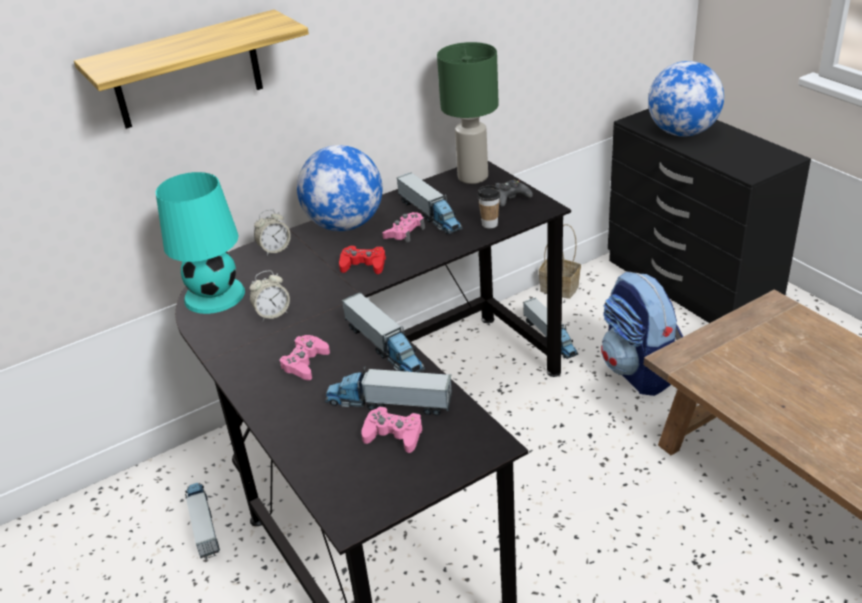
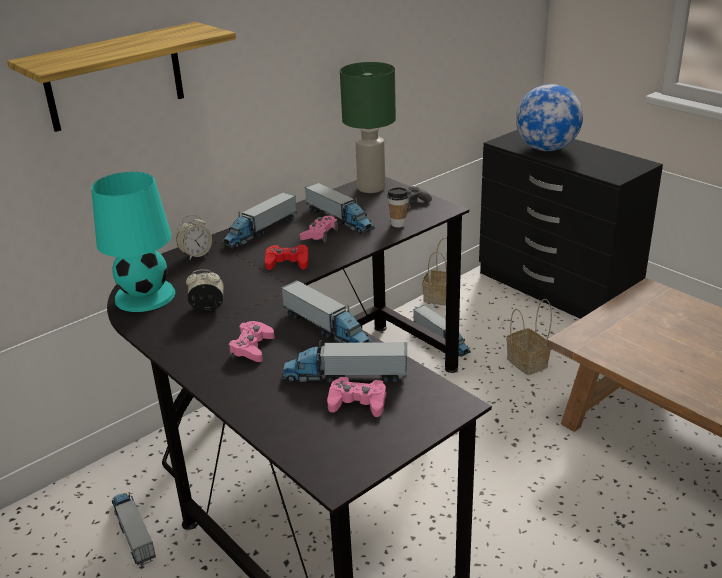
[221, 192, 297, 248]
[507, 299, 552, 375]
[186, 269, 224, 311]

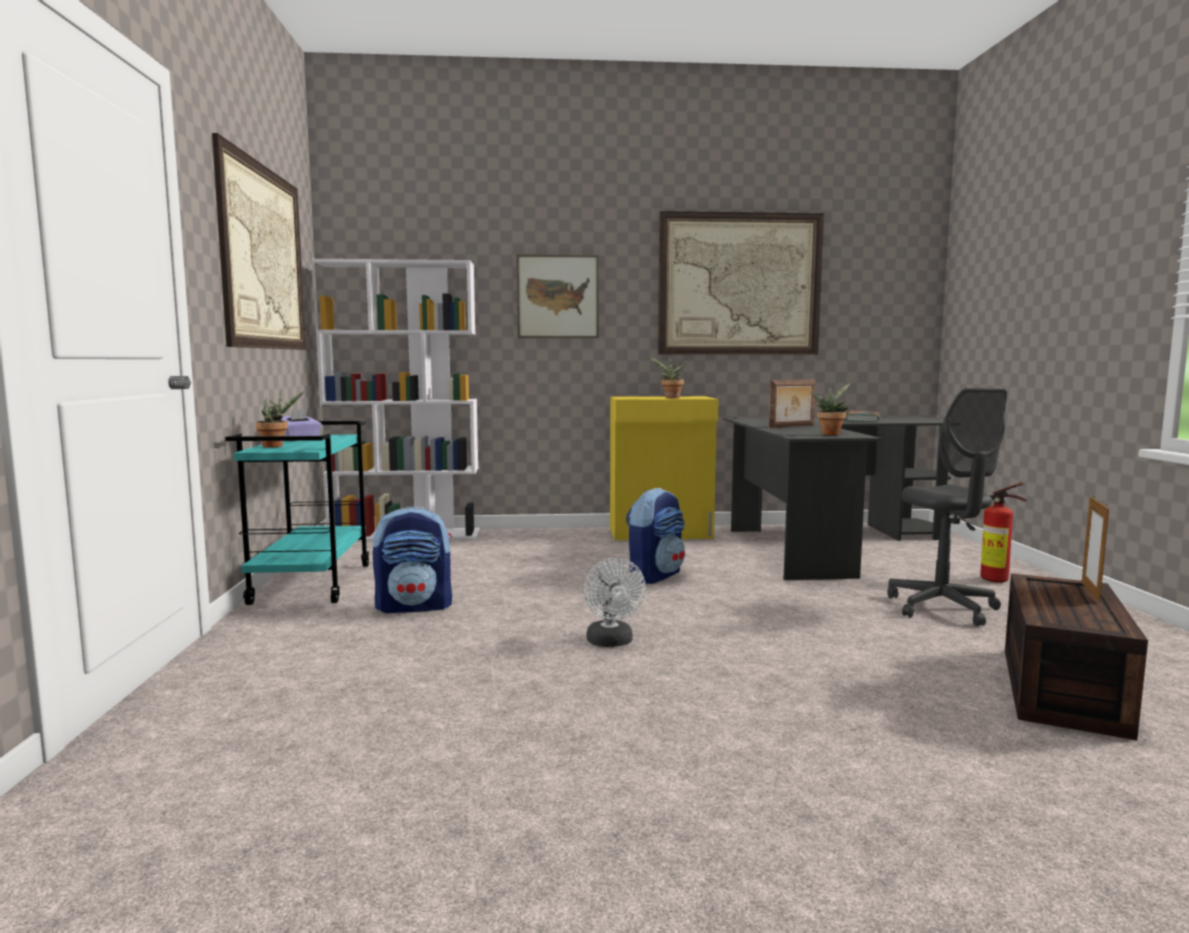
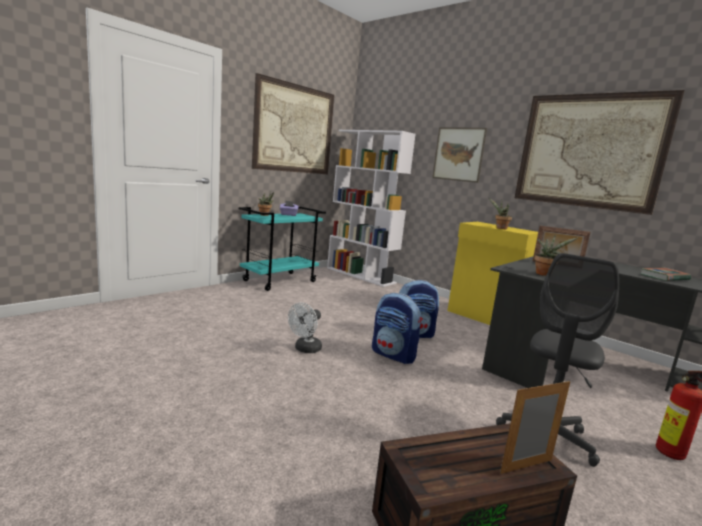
[372, 293, 423, 364]

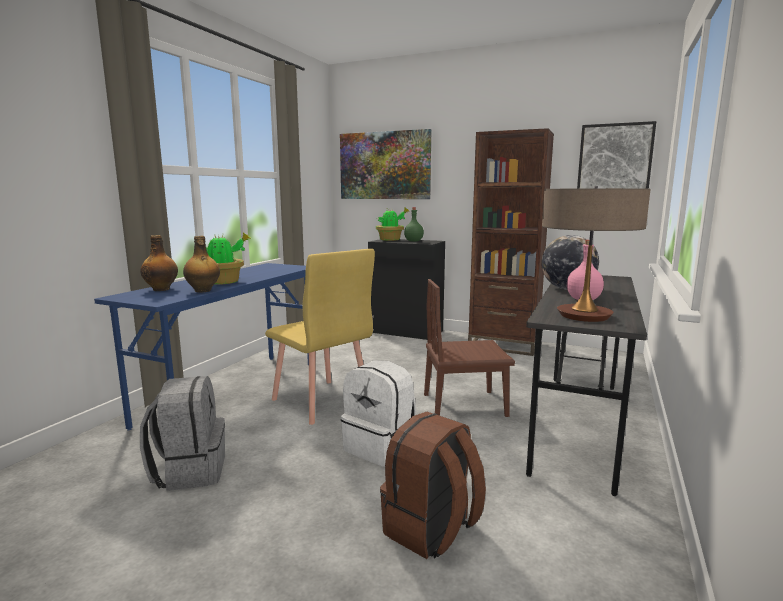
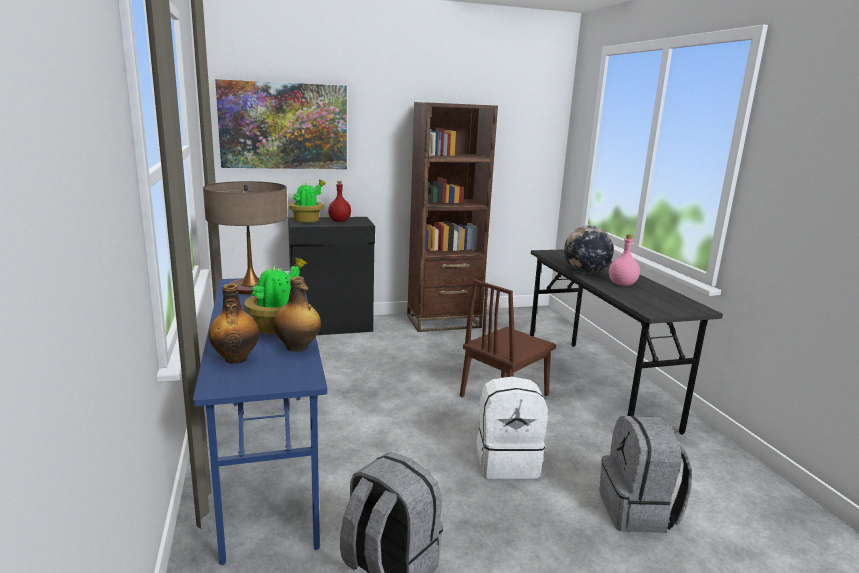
[265, 249, 375, 425] (first image)
[577, 121, 656, 189] (first image)
[203, 181, 288, 295]
[599, 416, 692, 533]
[328, 181, 351, 222]

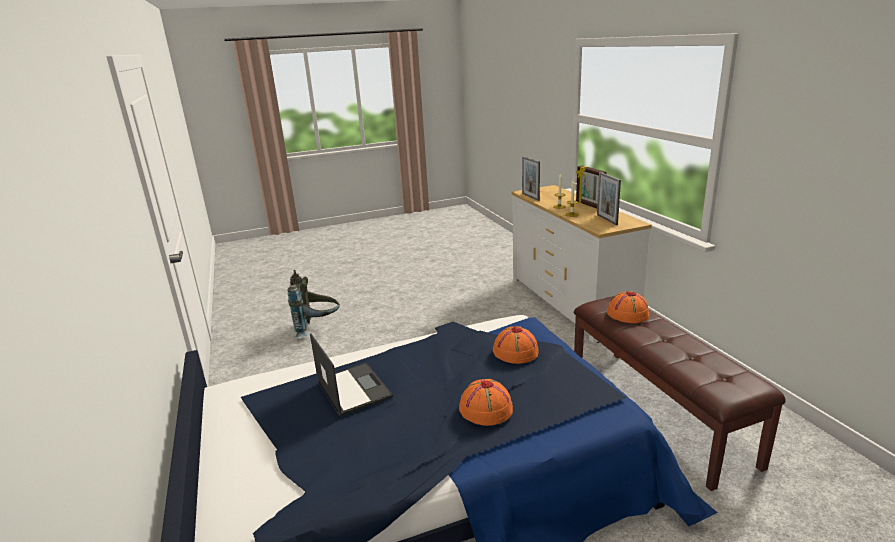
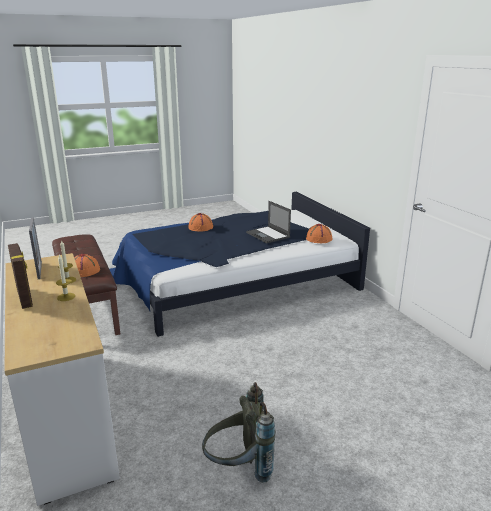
[522, 156, 540, 201] (first image)
[202, 382, 276, 483]
[306, 224, 332, 243]

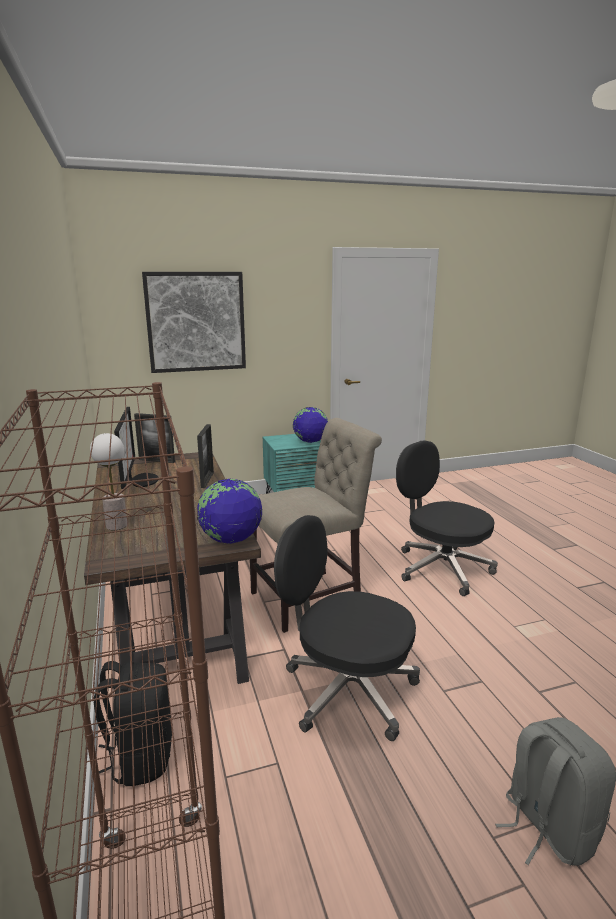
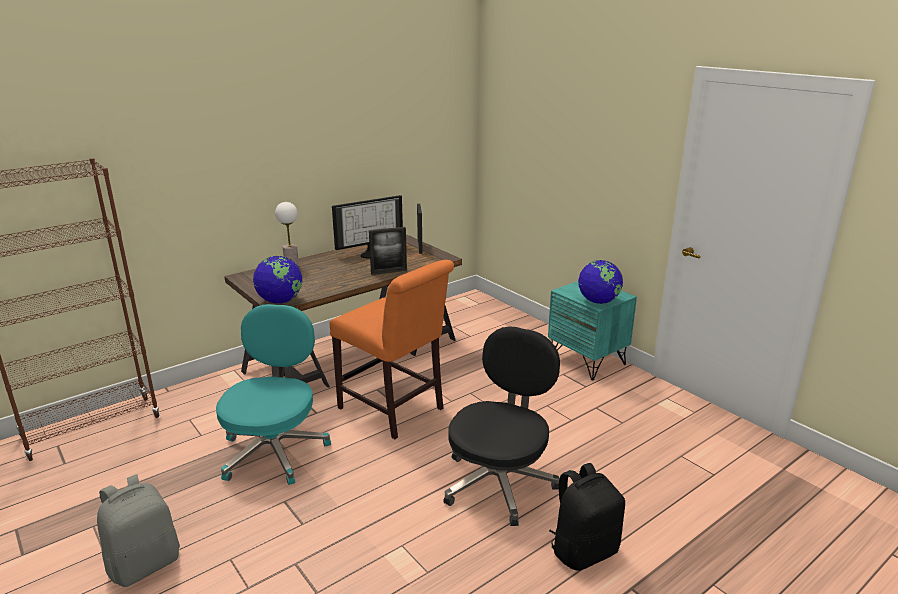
[142, 272, 246, 373] (first image)
[549, 463, 625, 571]
[329, 260, 454, 439]
[216, 304, 331, 485]

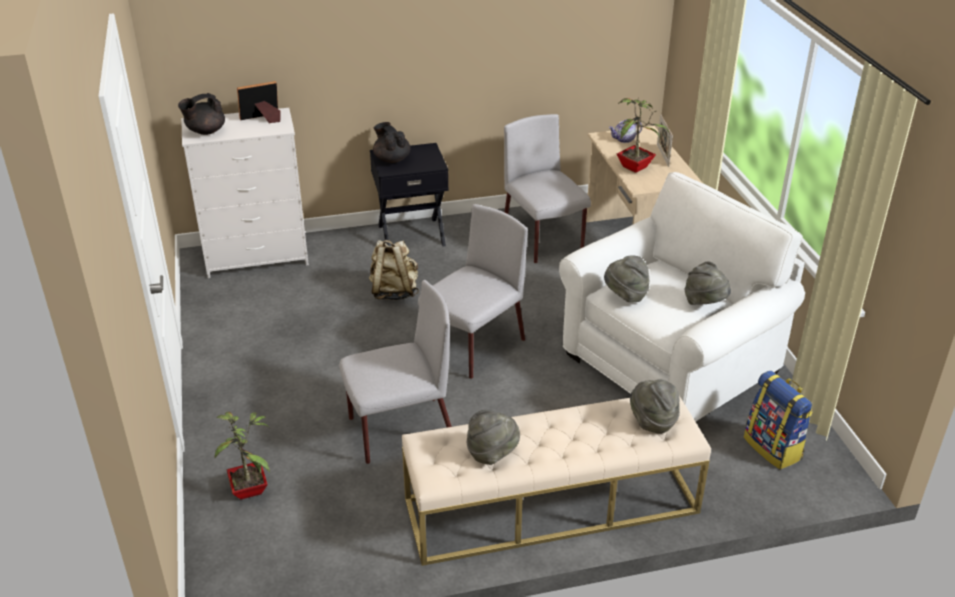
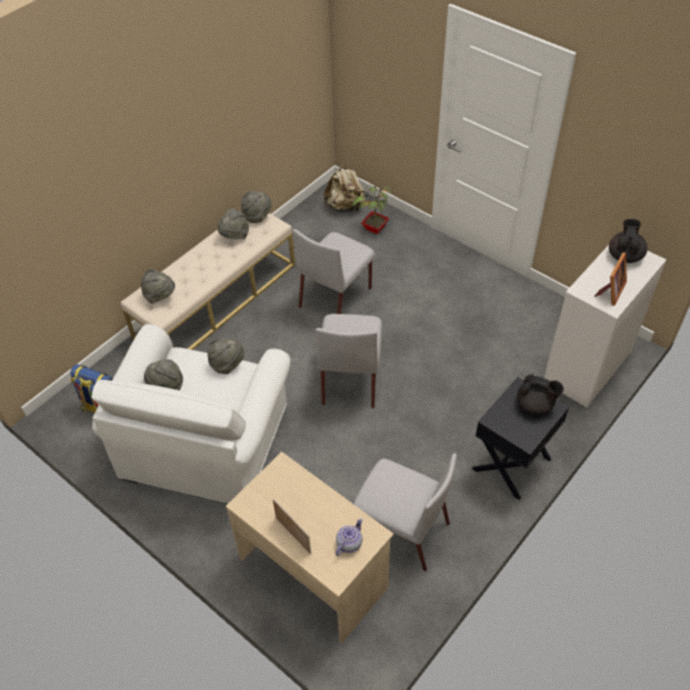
[617, 98, 670, 173] (first image)
[241, 191, 272, 223]
[324, 164, 365, 212]

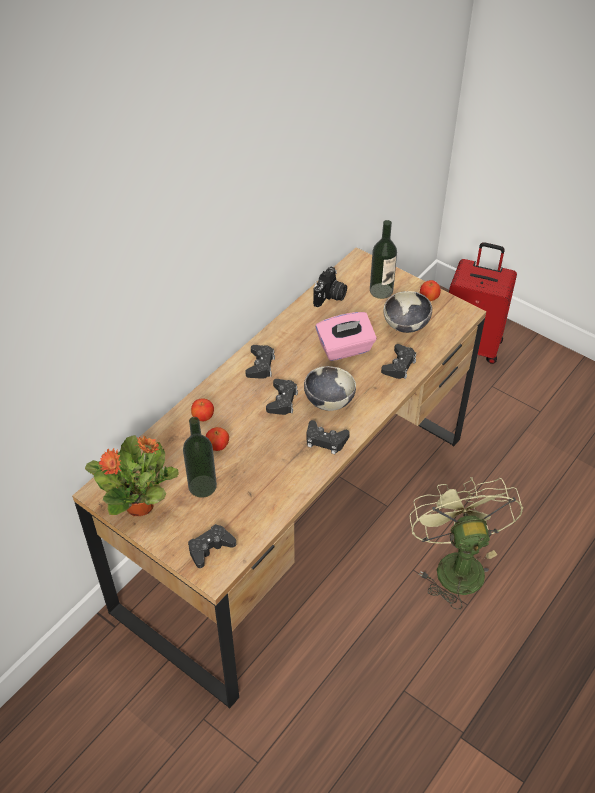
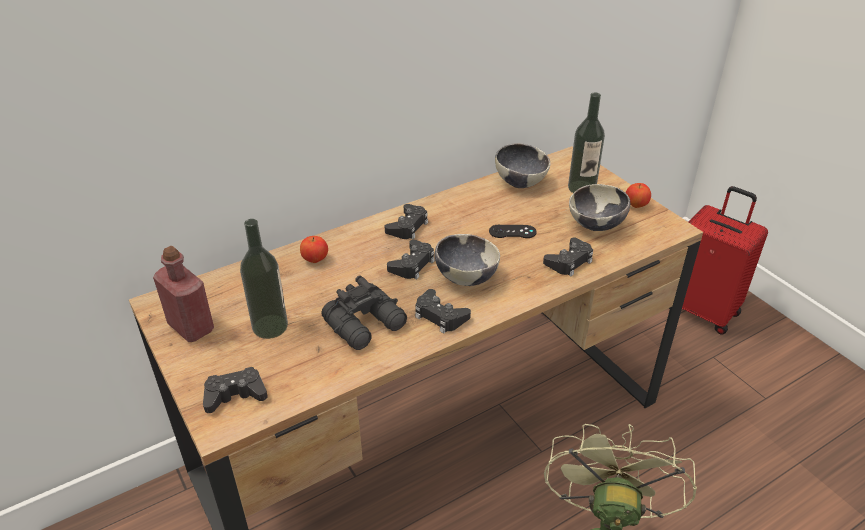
[206, 427, 229, 451] (first image)
[321, 275, 407, 350]
[153, 246, 214, 342]
[495, 143, 550, 188]
[489, 225, 537, 238]

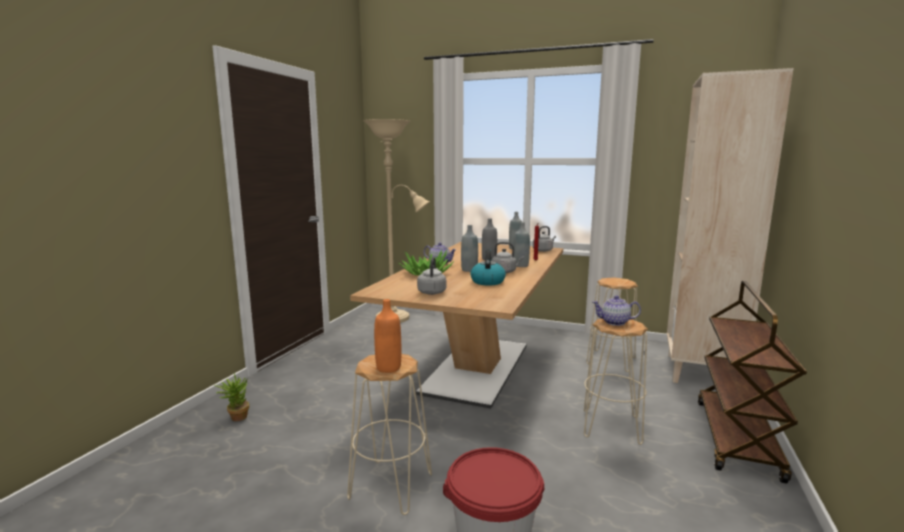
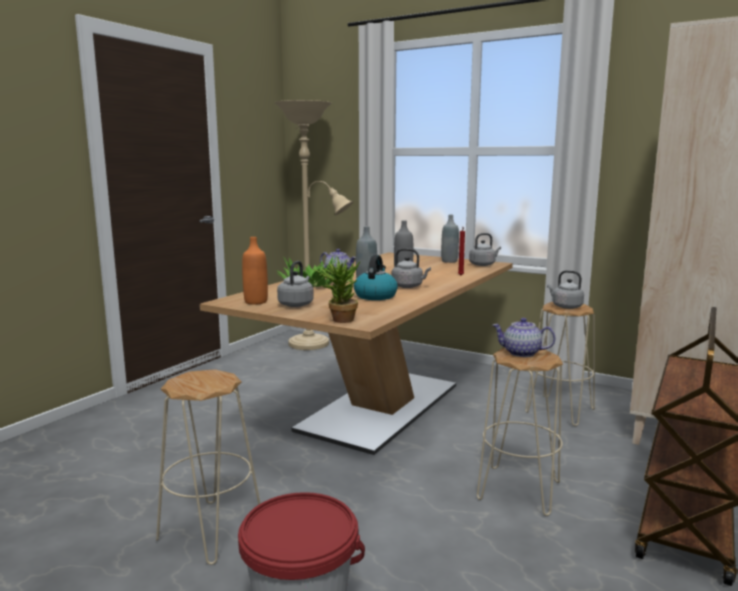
[514, 222, 530, 267] (first image)
[547, 270, 584, 309]
[313, 256, 360, 323]
[242, 237, 268, 305]

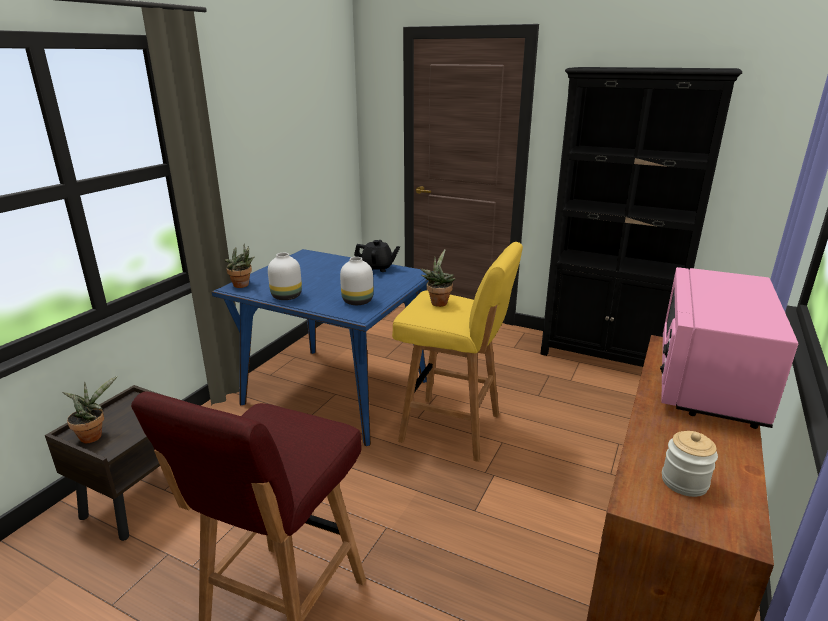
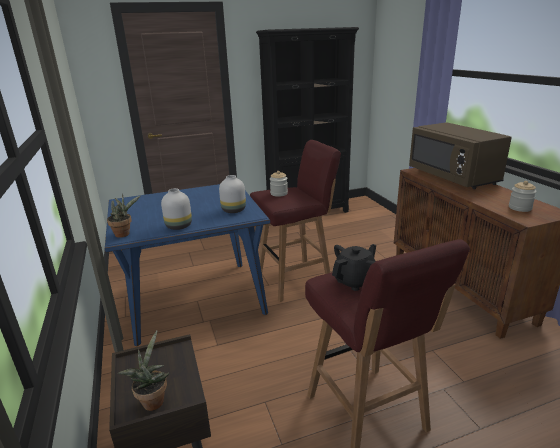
[332, 244, 376, 291]
[270, 171, 288, 197]
[250, 140, 341, 302]
[409, 122, 512, 189]

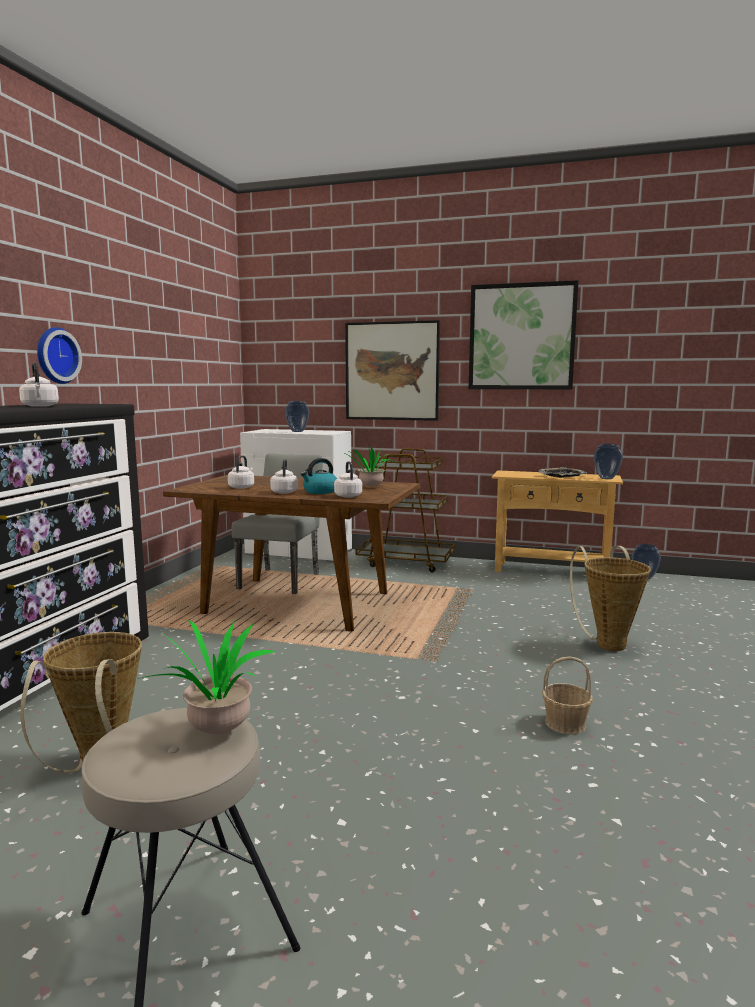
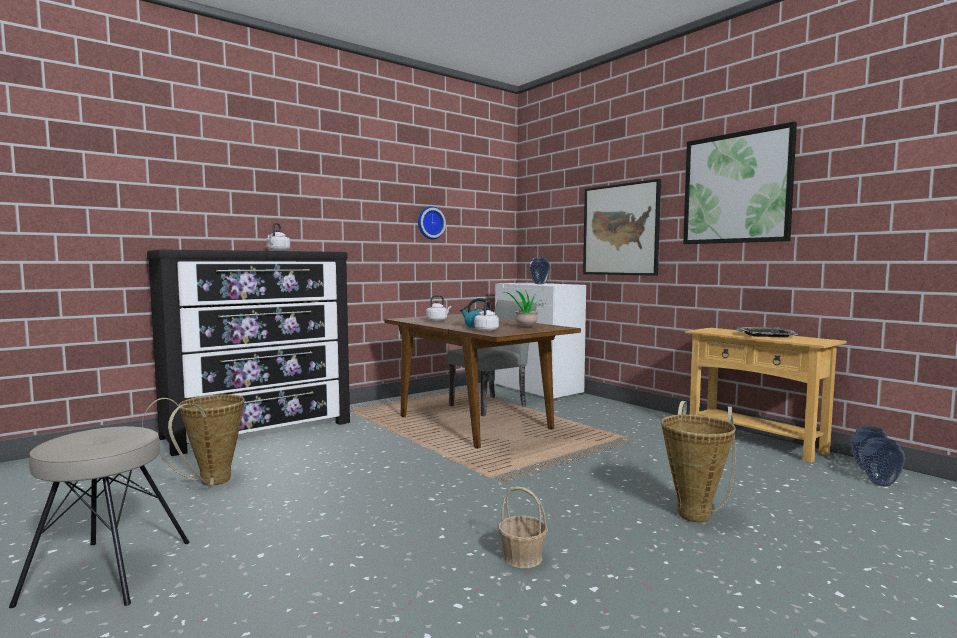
[138, 620, 275, 734] (first image)
[270, 459, 298, 494] (first image)
[356, 449, 455, 572] (first image)
[418, 206, 446, 239]
[861, 437, 905, 486]

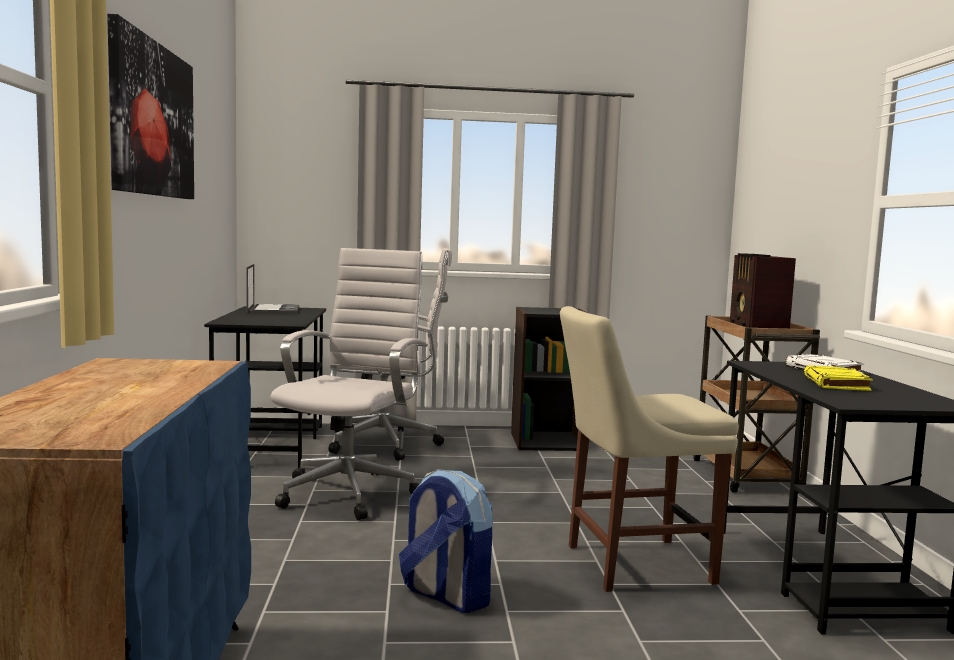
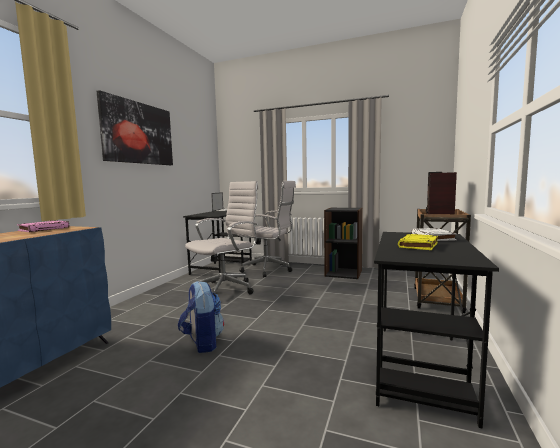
[560, 306, 739, 592] (first image)
[17, 220, 69, 232]

